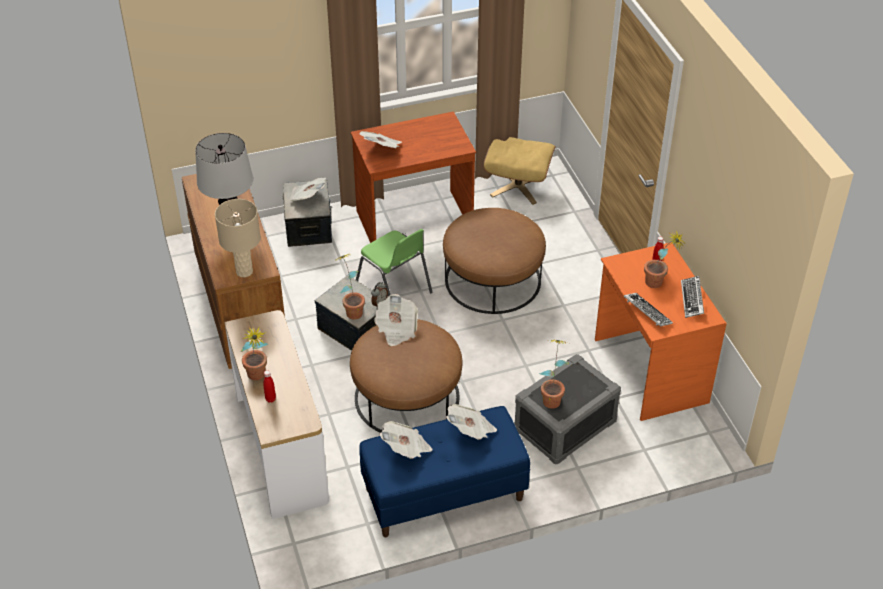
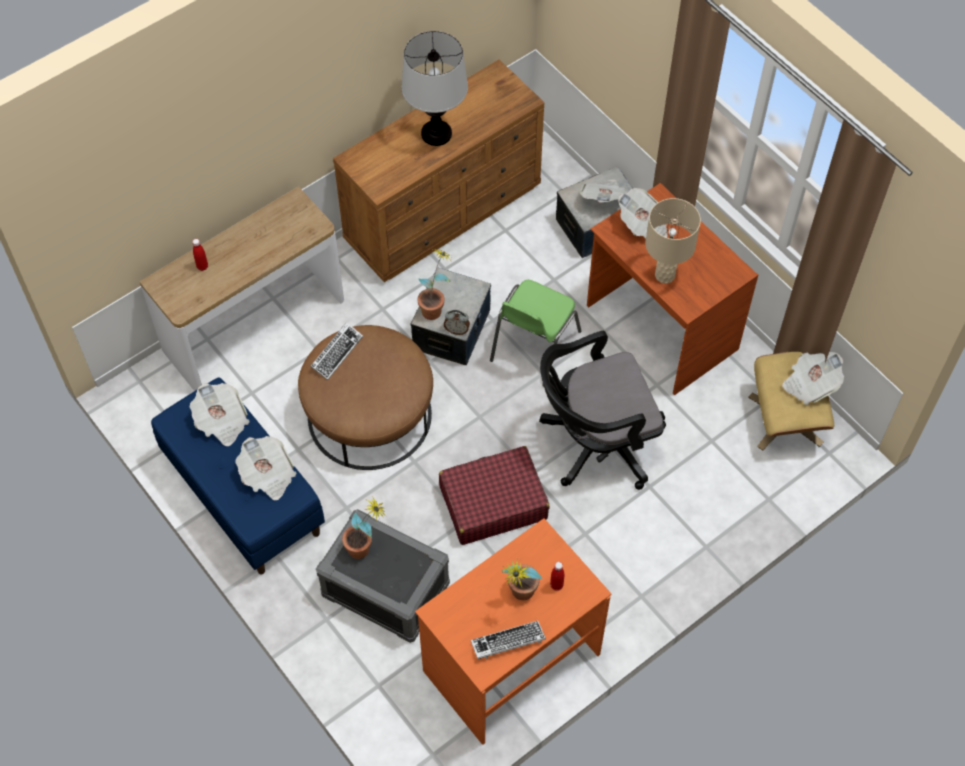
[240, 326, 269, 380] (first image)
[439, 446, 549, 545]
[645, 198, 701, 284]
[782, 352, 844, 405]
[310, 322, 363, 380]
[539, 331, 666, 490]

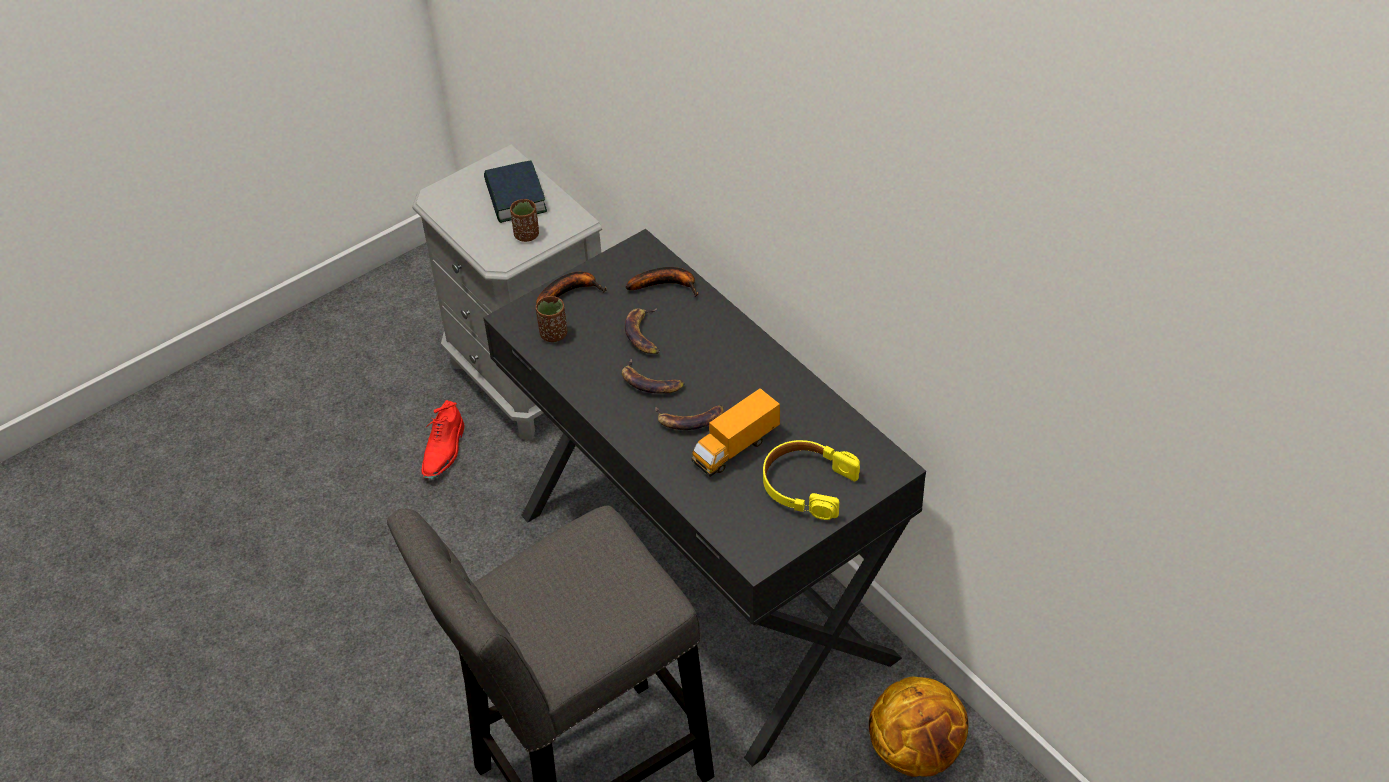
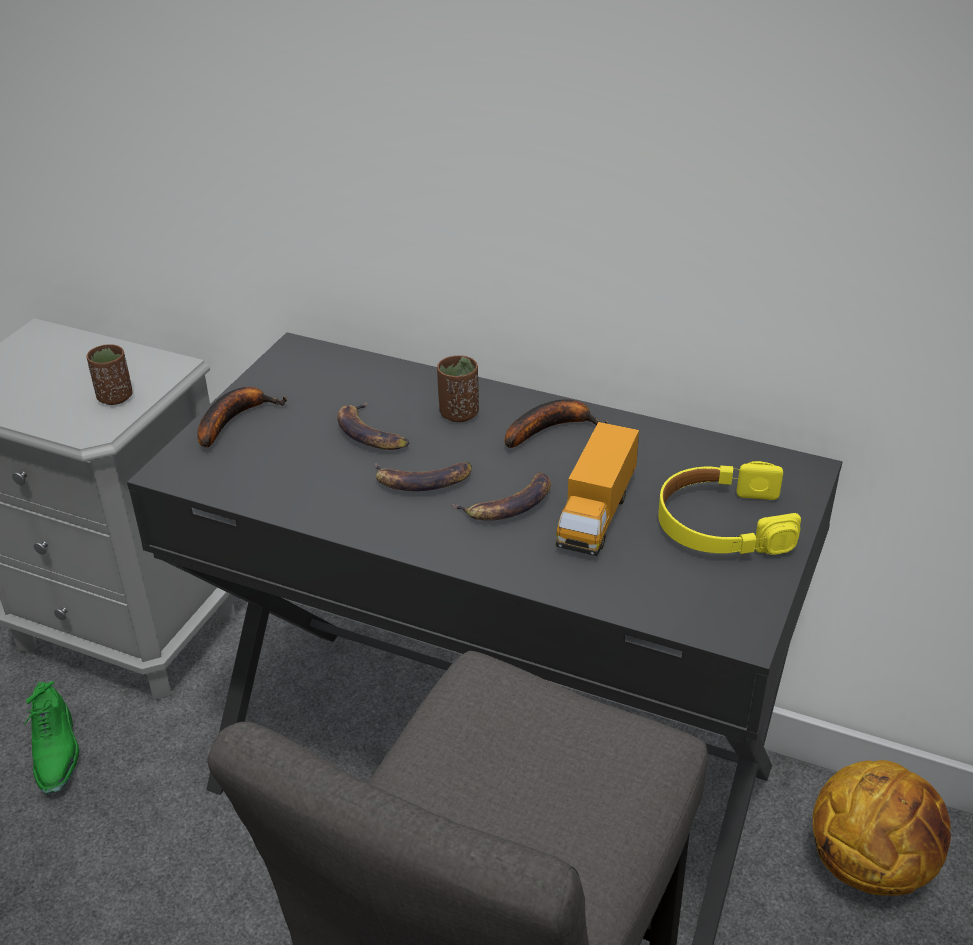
[484, 160, 547, 223] (first image)
[437, 355, 479, 422]
[504, 399, 608, 448]
[24, 681, 79, 794]

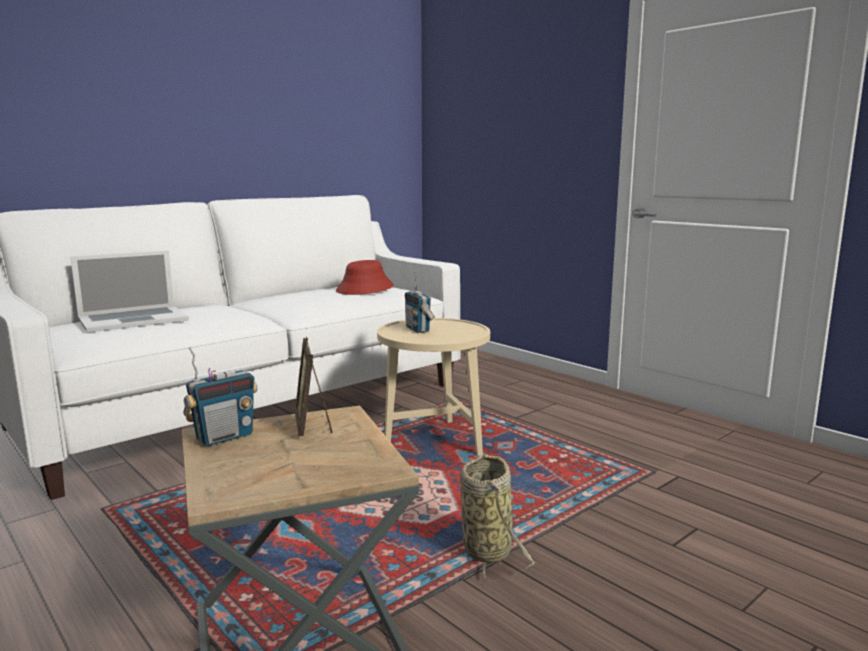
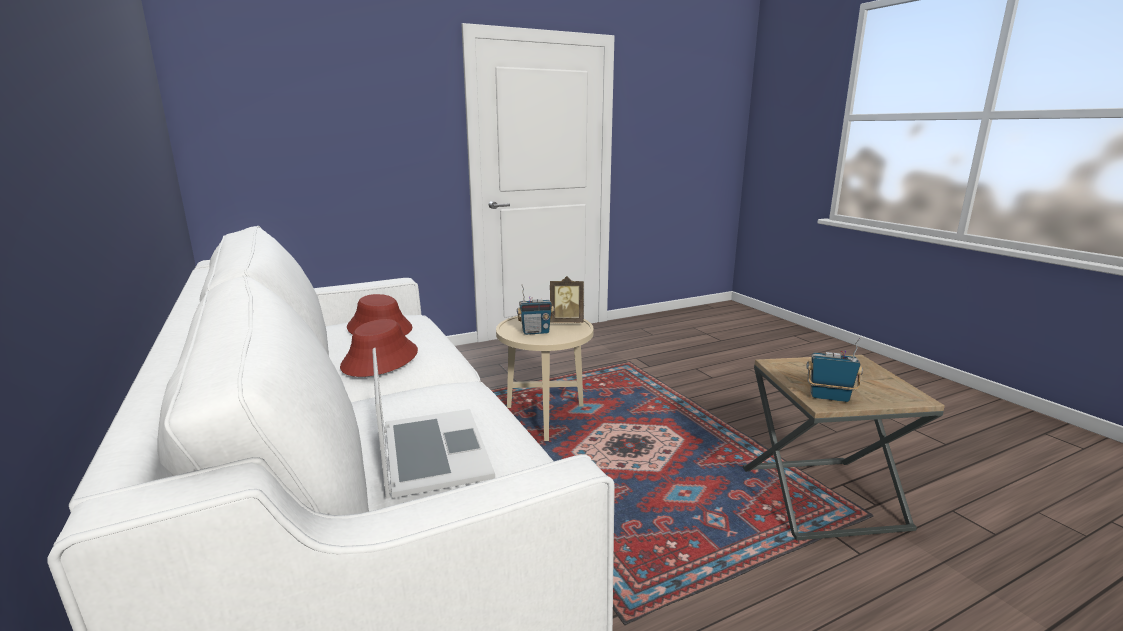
[460, 455, 536, 582] (first image)
[340, 319, 418, 377]
[550, 276, 584, 323]
[806, 337, 863, 402]

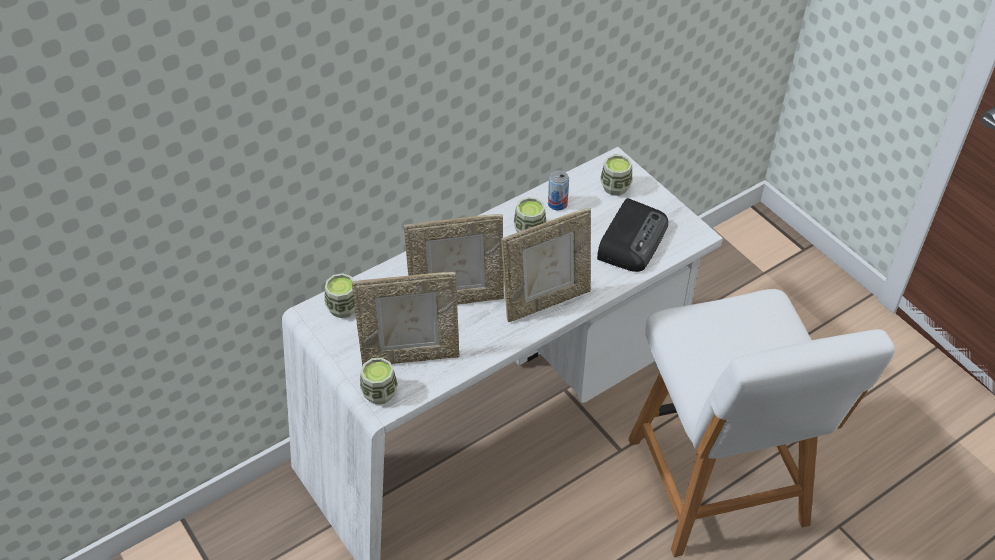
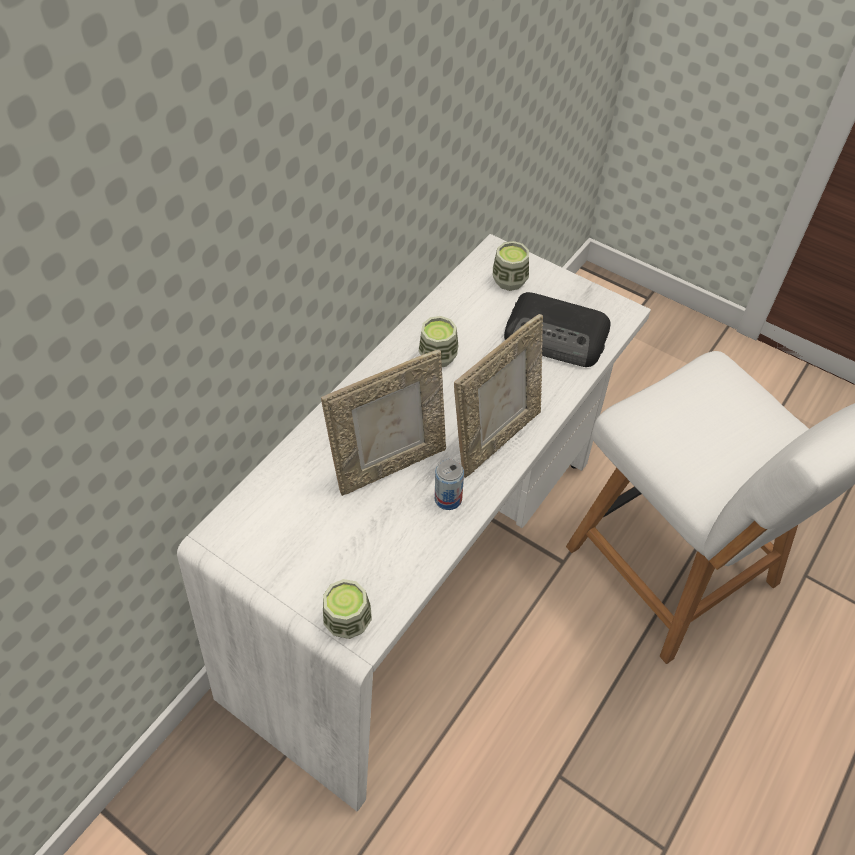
[325, 273, 355, 318] (first image)
[352, 272, 460, 366] (first image)
[435, 459, 464, 510]
[504, 292, 611, 367]

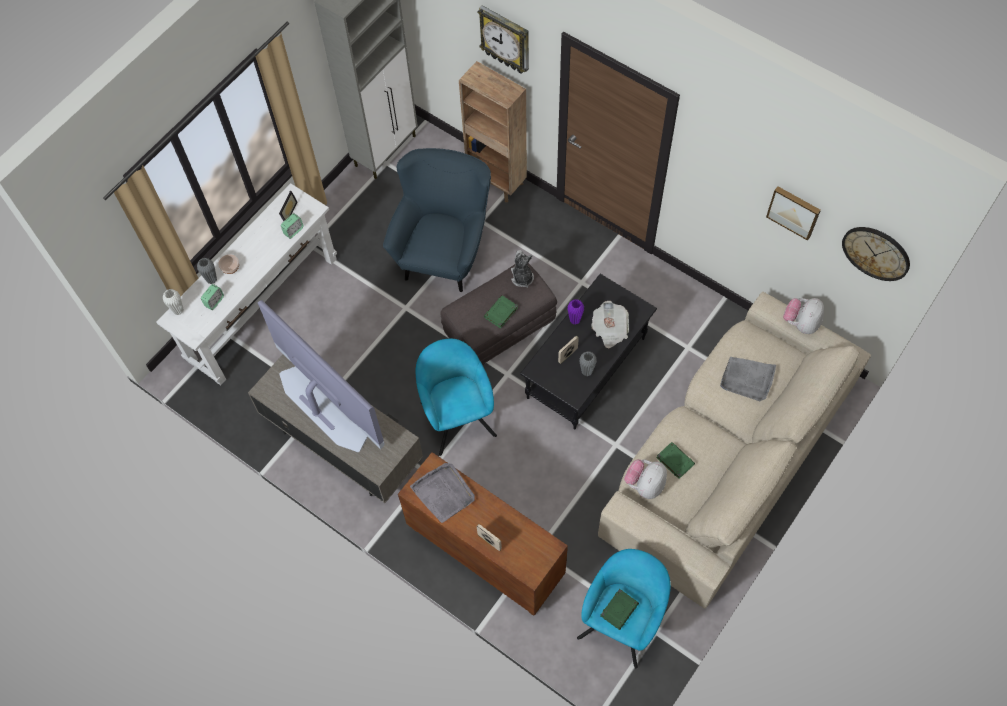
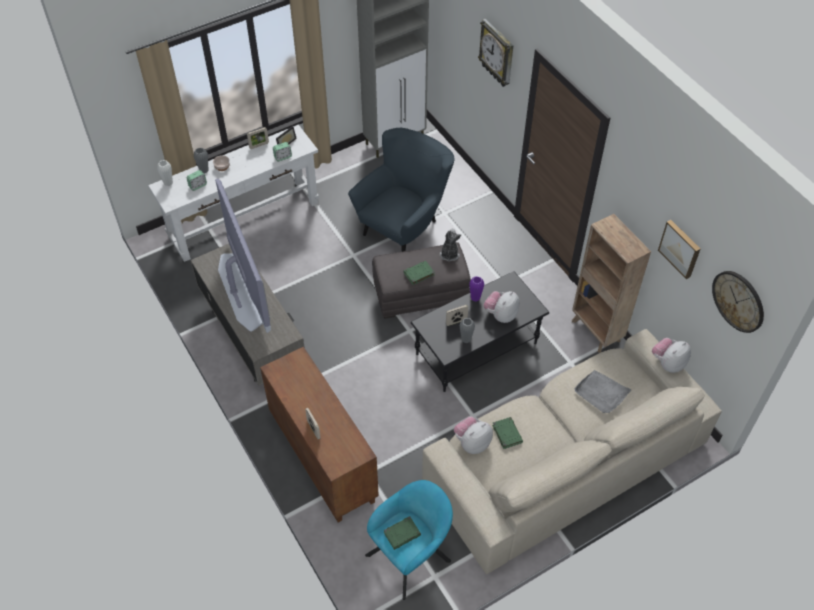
[410, 463, 475, 523] (first image)
[416, 339, 497, 456] (first image)
[247, 127, 269, 149]
[572, 214, 651, 353]
[484, 291, 520, 323]

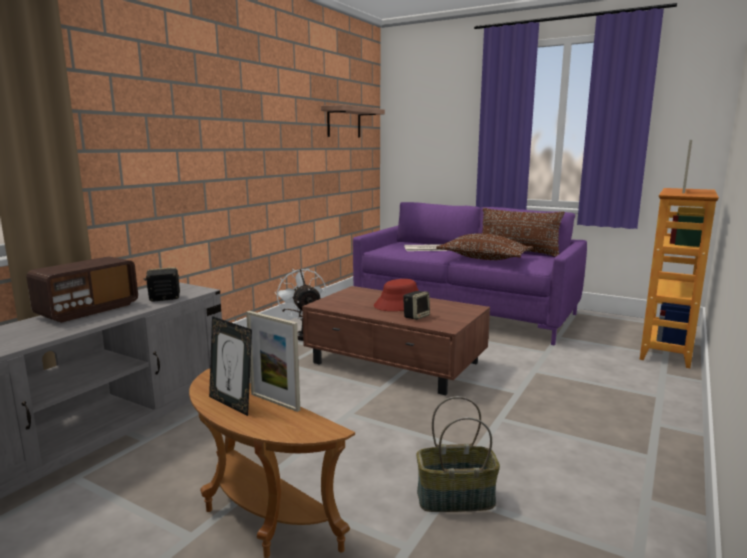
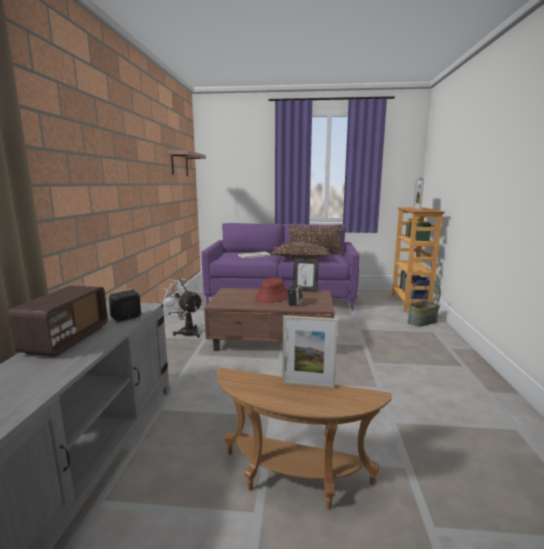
[293, 257, 319, 292]
[408, 281, 440, 327]

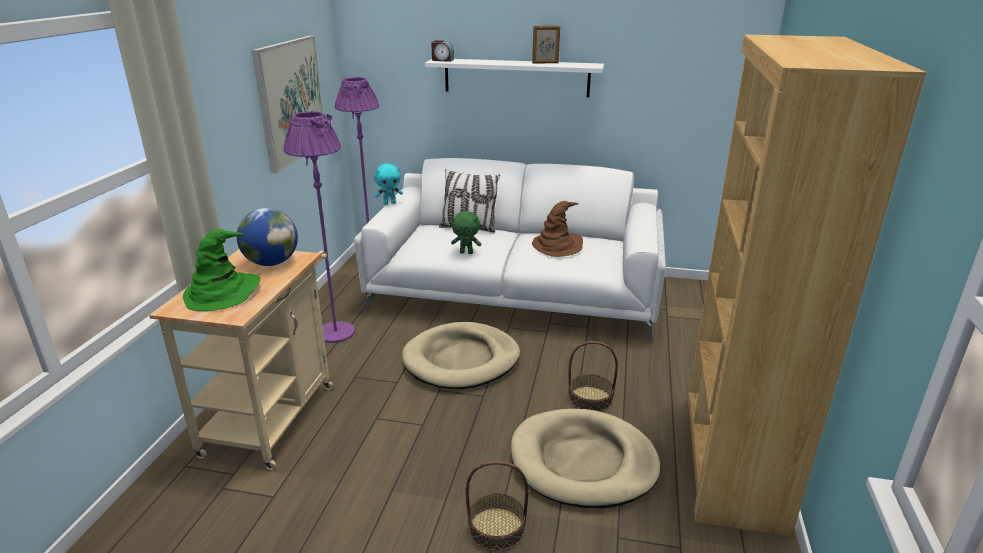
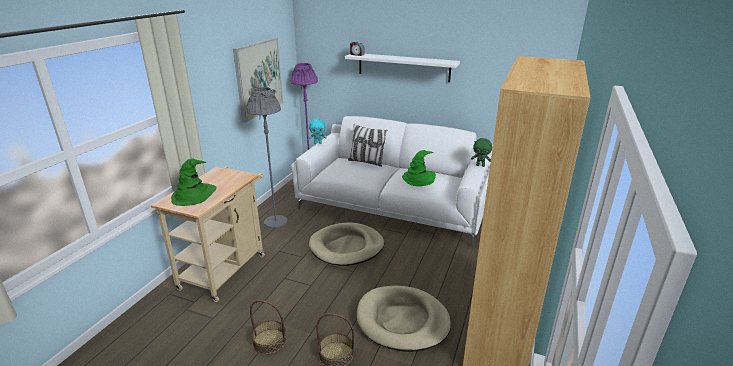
[237, 208, 298, 266] (first image)
[532, 26, 560, 63] (first image)
[471, 138, 492, 167]
[250, 300, 287, 354]
[246, 87, 288, 228]
[402, 150, 436, 186]

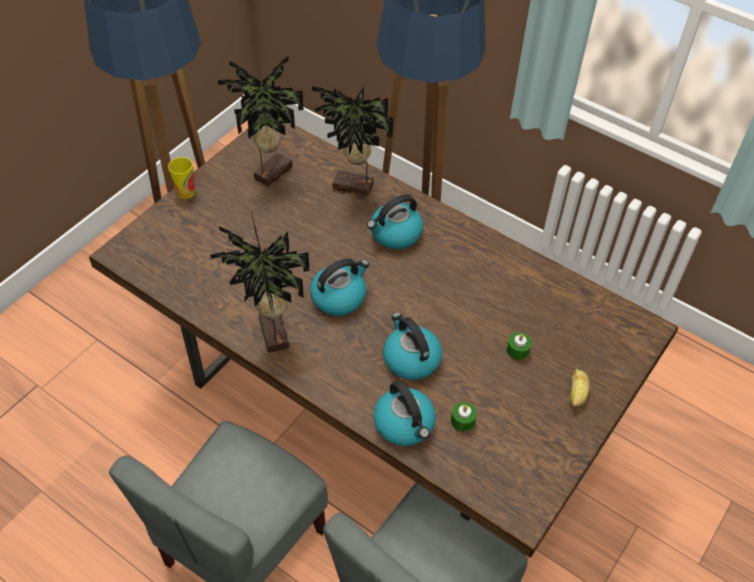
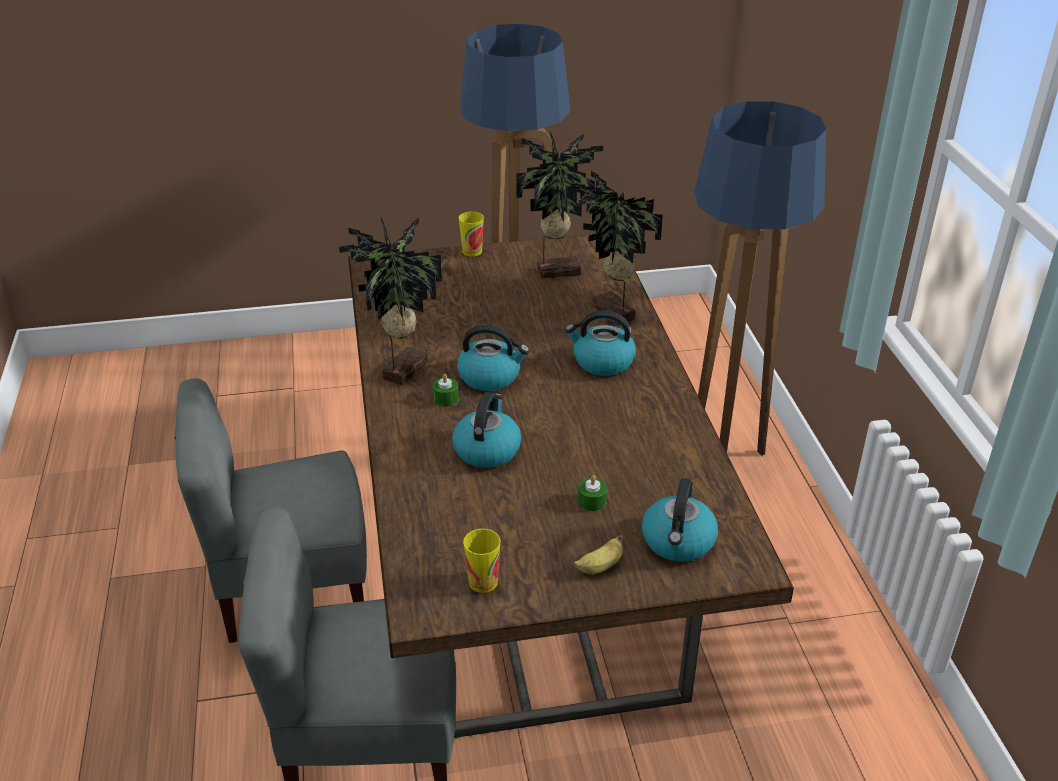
[463, 529, 501, 593]
[642, 478, 718, 562]
[432, 374, 459, 407]

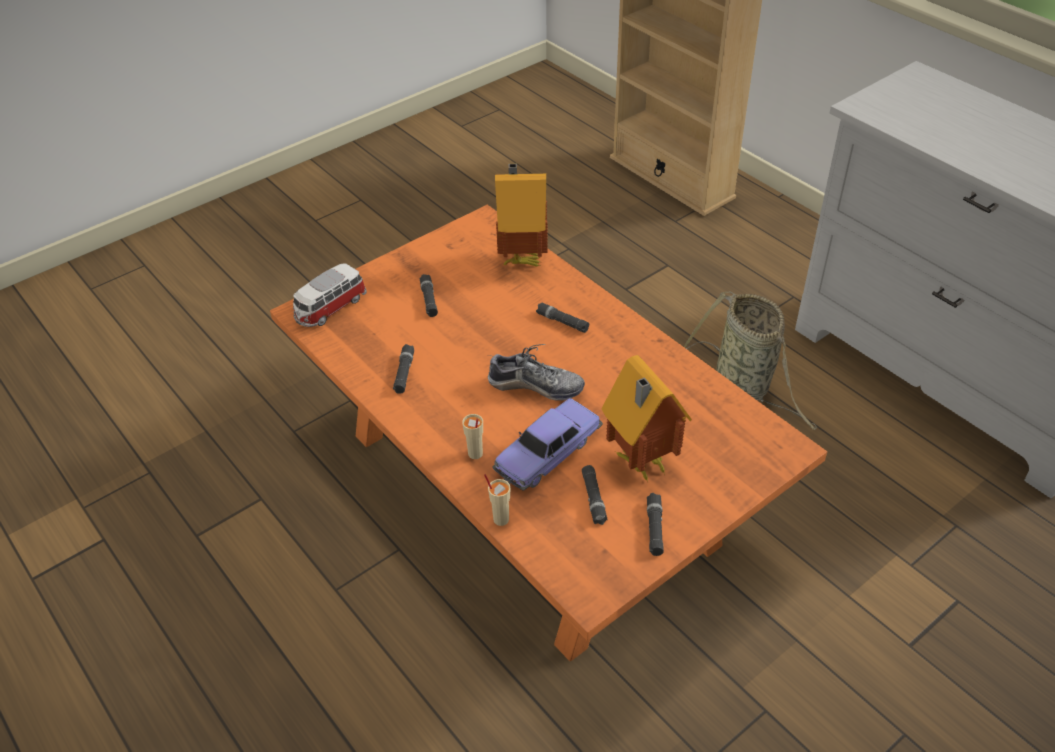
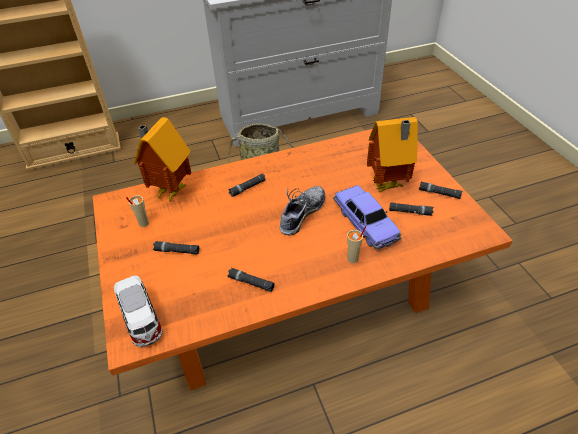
[126, 195, 149, 227]

